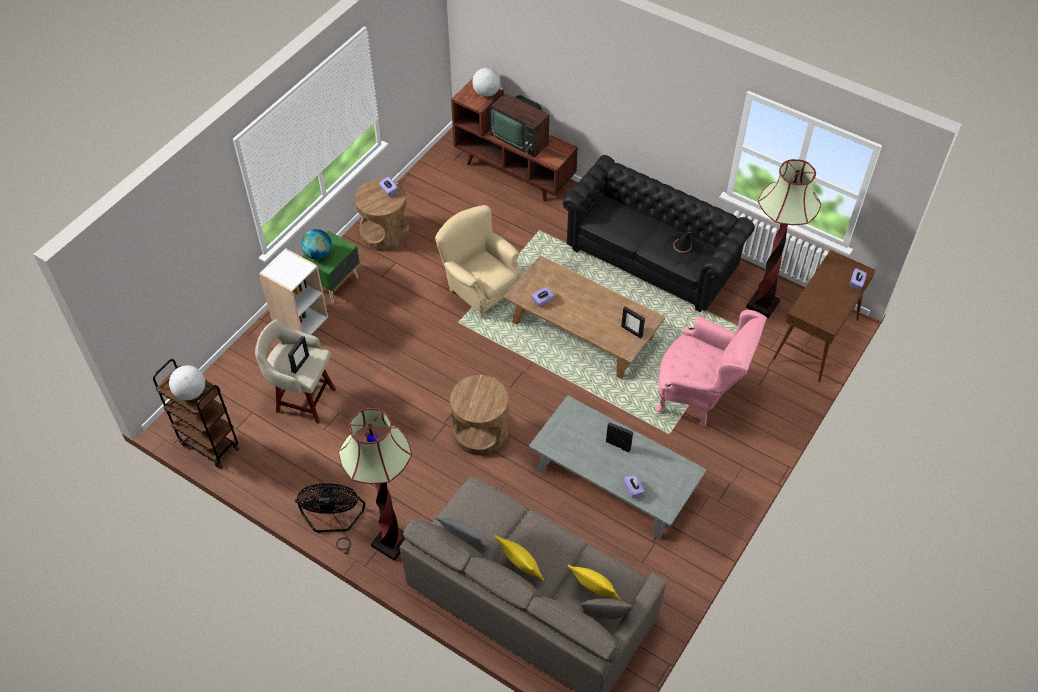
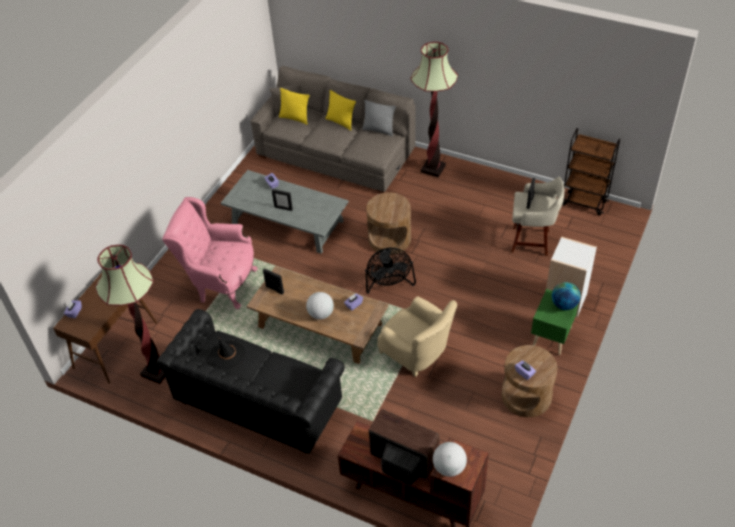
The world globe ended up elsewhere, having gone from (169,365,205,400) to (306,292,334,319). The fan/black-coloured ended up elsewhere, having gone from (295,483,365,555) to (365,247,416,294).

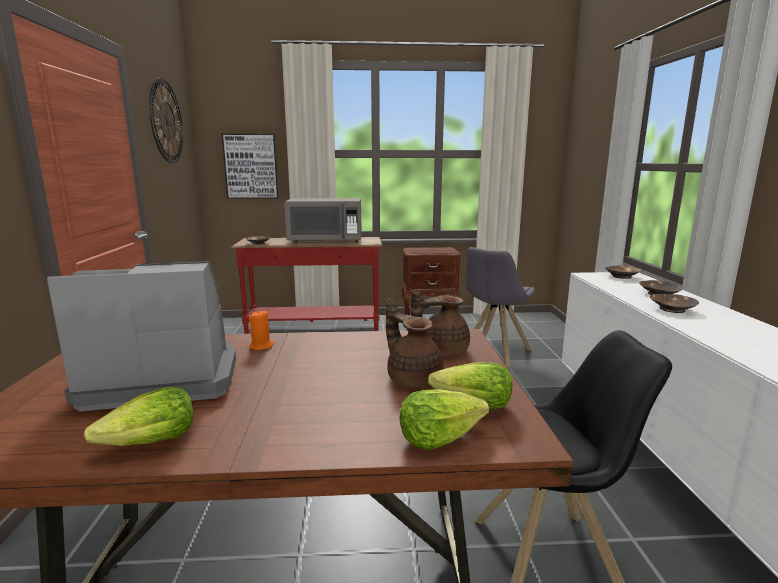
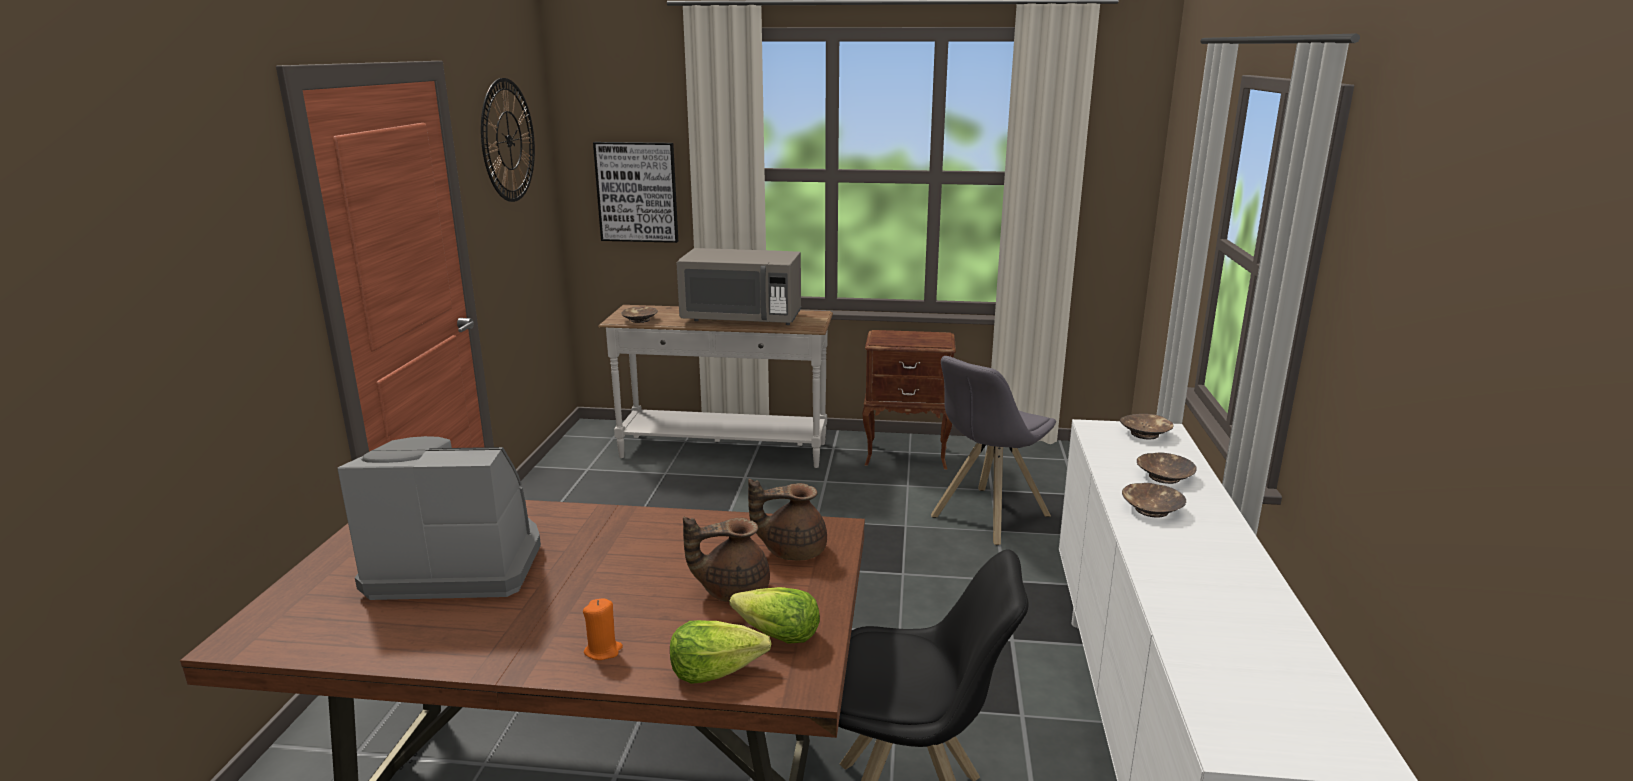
The wax light/orangey ended up elsewhere, having gone from (249,310,274,350) to (583,598,623,660). What was the console table/red at (231,237,382,334) turned into the console table/white at (598,305,833,468). The pot for tea/brown at (386,298,444,387) ended up facing another way, 75 degrees counterclockwise from before. The second view lost the head of lettuce at (84,387,193,446).

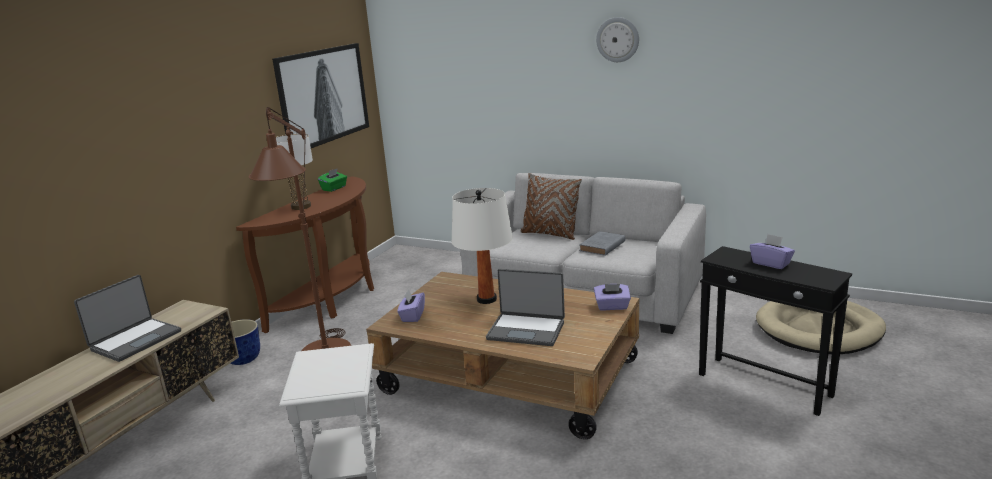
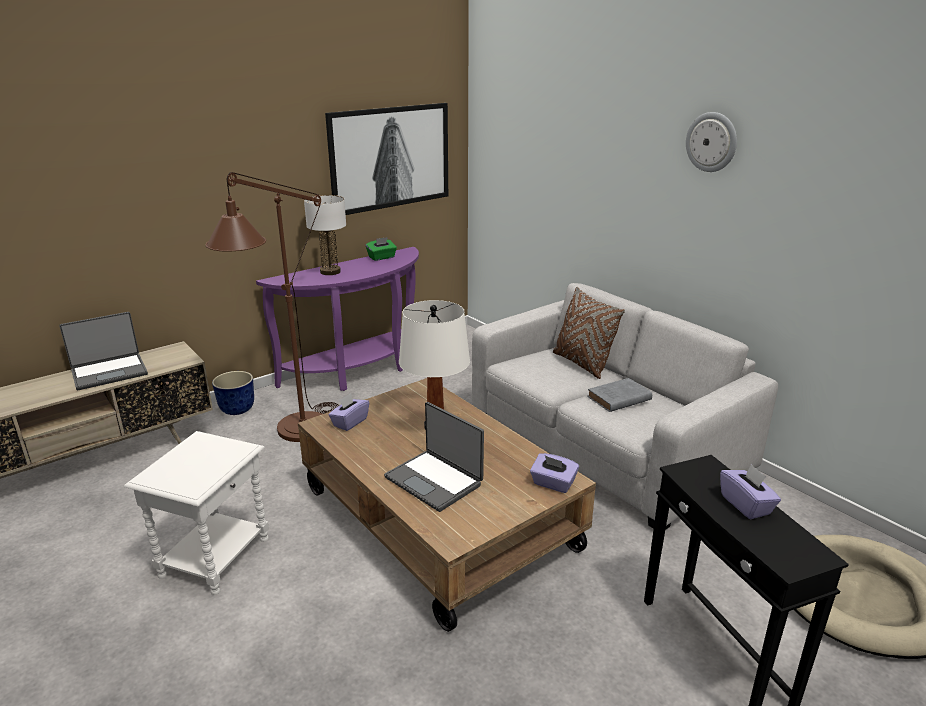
What was the console table/brown at (236,176,374,333) turned into the console table/purple at (256,247,419,391).

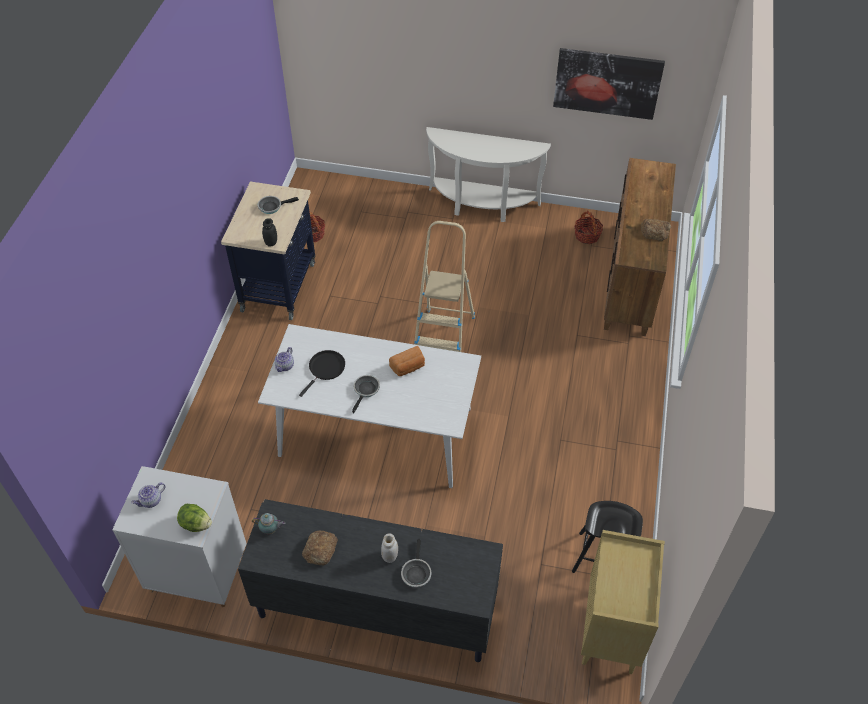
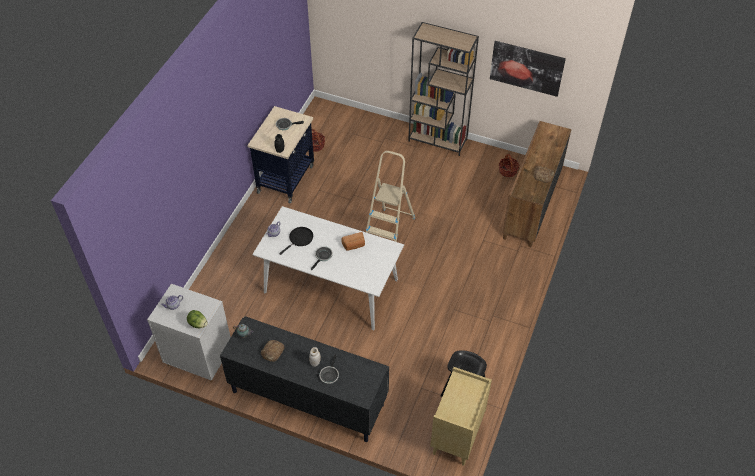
Where the console table/white stood at (426,127,551,222), the shelving unit came to stand at (408,22,479,156).

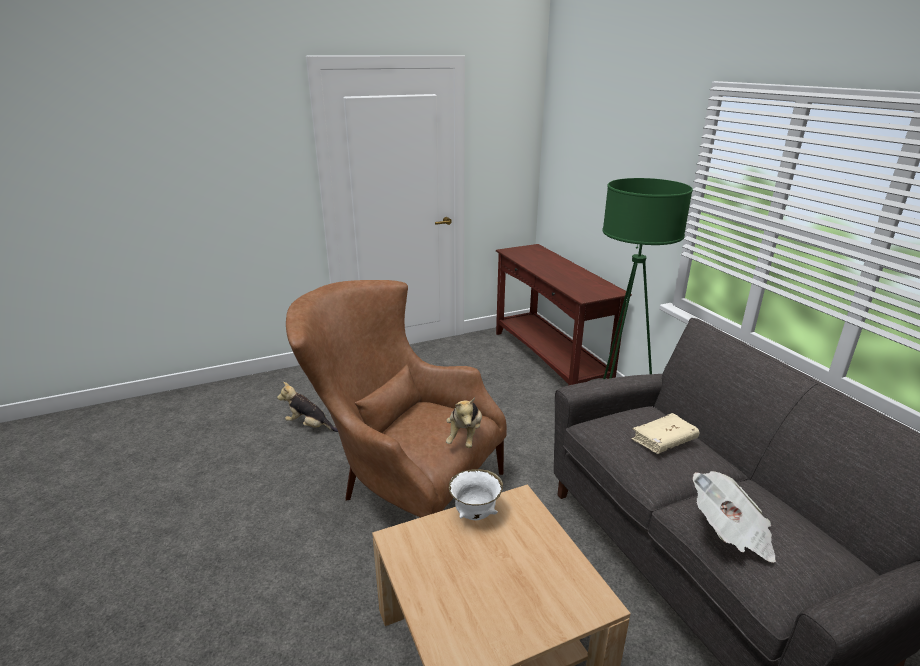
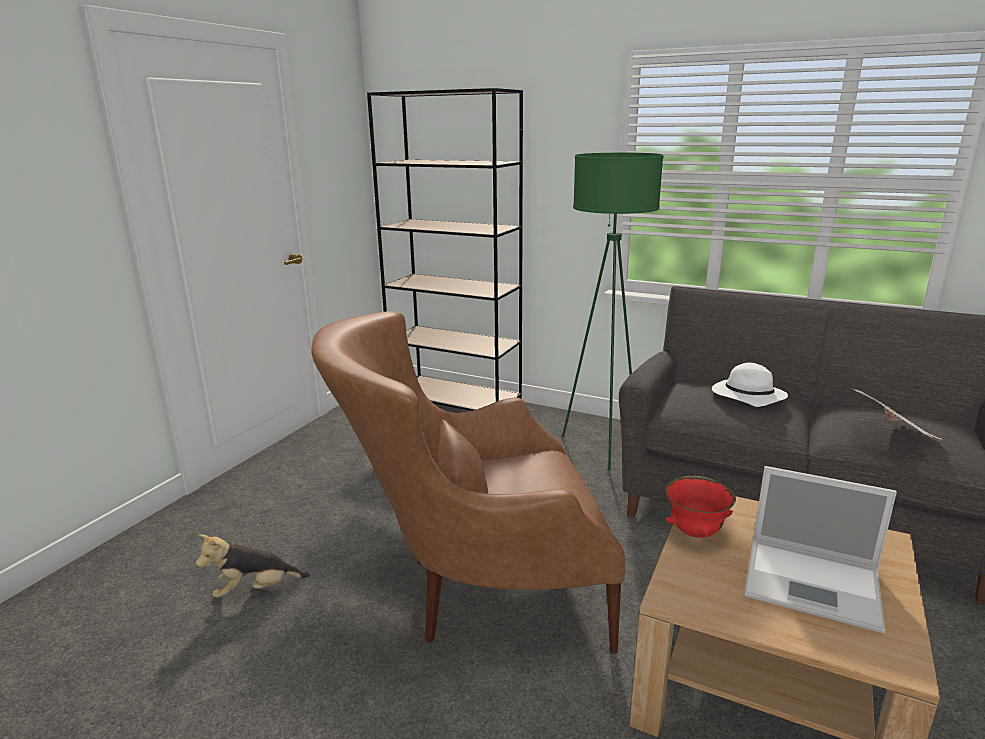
Where the console table/brown stood at (496,244,632,386), the shelving unit/sand-coloured came to stand at (367,88,523,411). What was the serving bowl/white at (449,469,503,520) turned into the serving bowl/red at (665,476,736,538). Where the volume/sand-coloured stood at (632,413,700,454), the wearable hat/white came to stand at (712,362,788,407). The second view gained the laptop at (744,466,897,633). The second view lost the soft toy at (446,397,482,448).

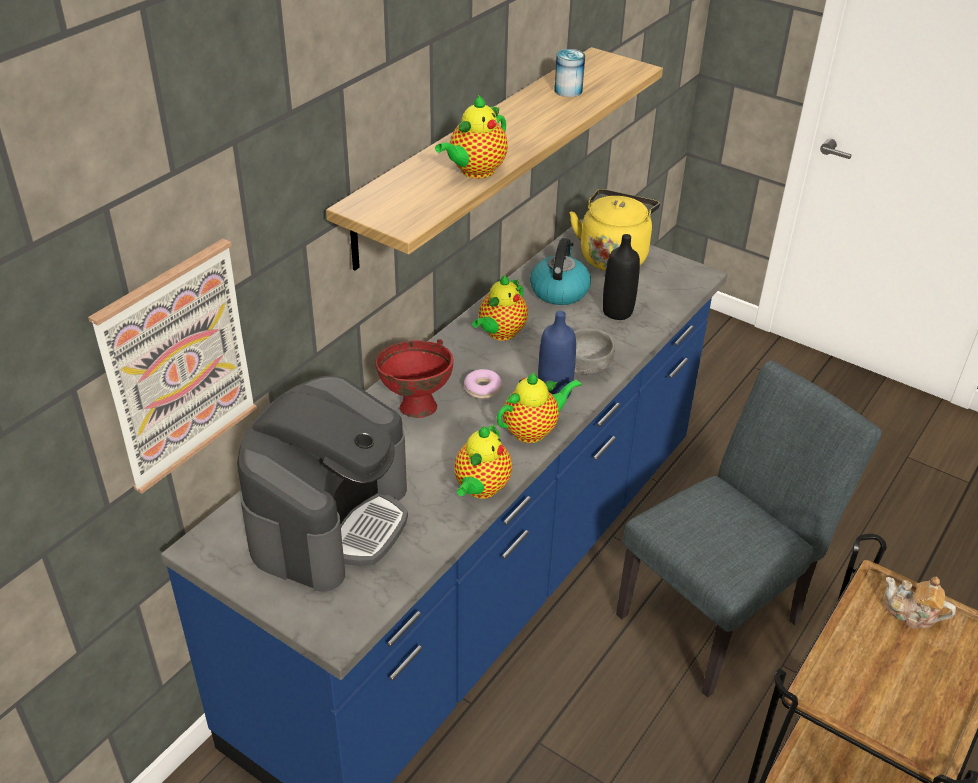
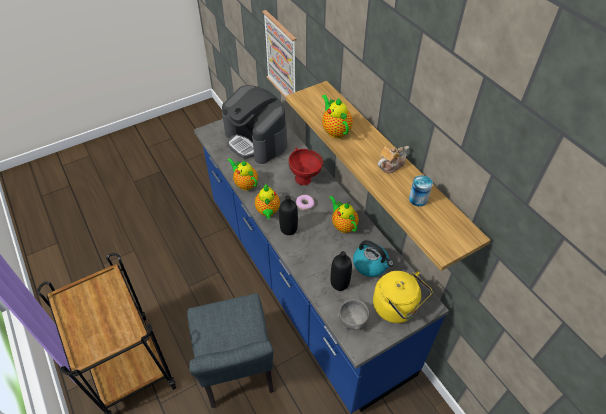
What was the bottle/blue at (538,311,576,399) turned into the bottle/black-coloured at (279,196,298,235). The serving bowl/grey ended up elsewhere, having gone from (574,328,615,375) to (337,299,369,330). The pot for tea ended up elsewhere, having gone from (885,577,956,629) to (378,146,409,173).

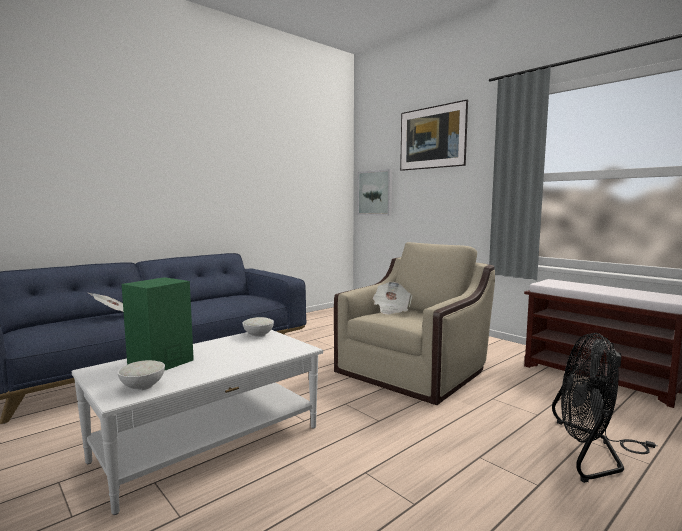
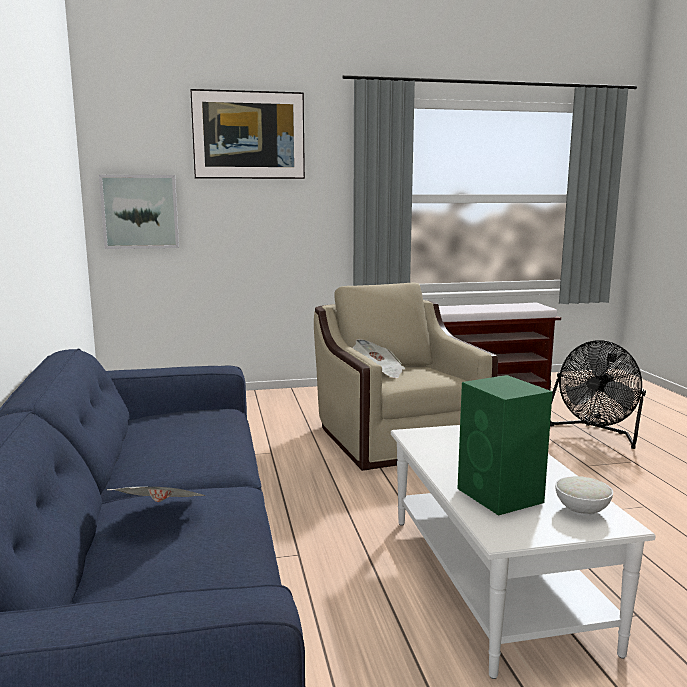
The second view lost the serving bowl/white at (243,317,274,337).

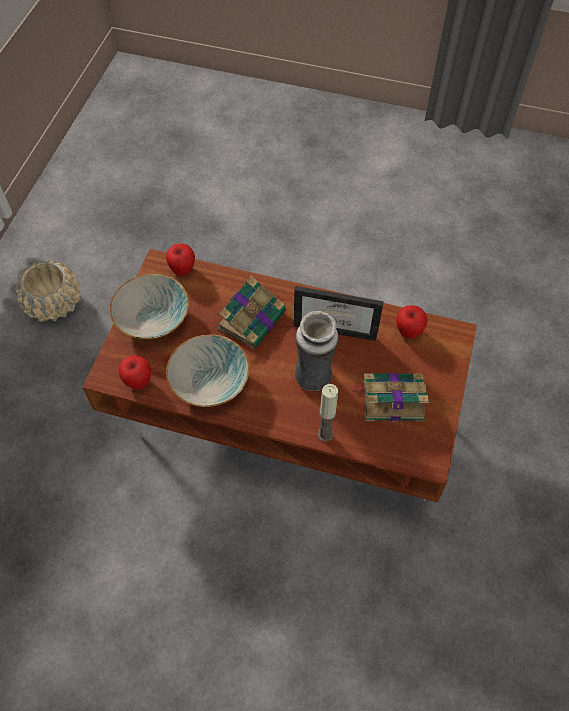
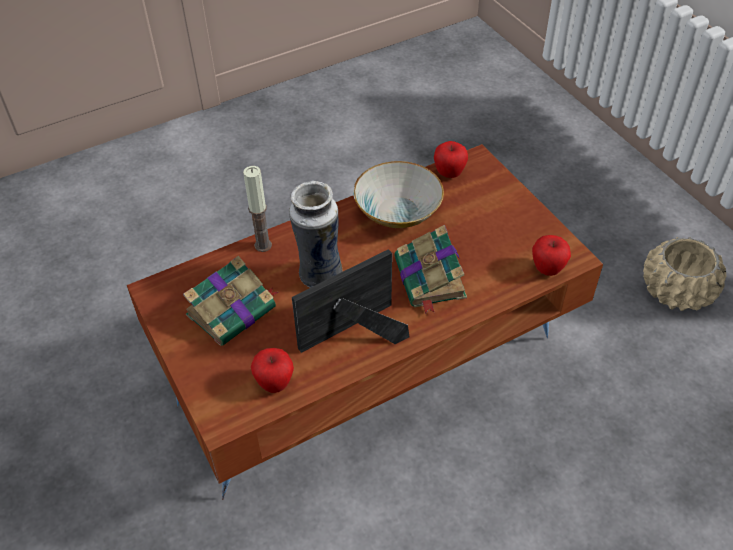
The second view lost the serving bowl at (109,274,189,340).

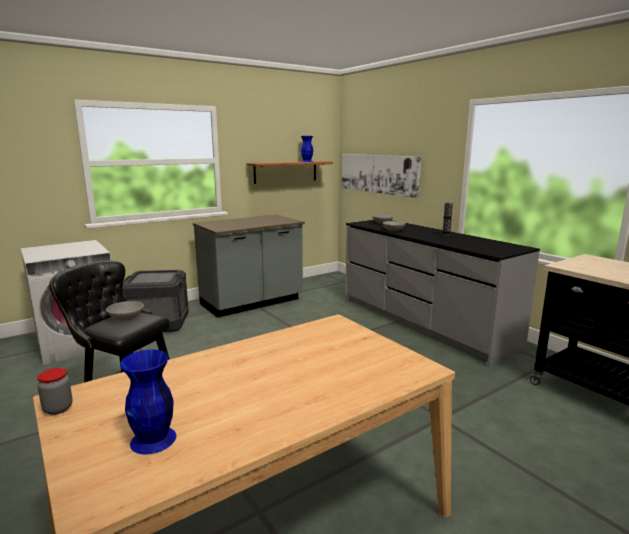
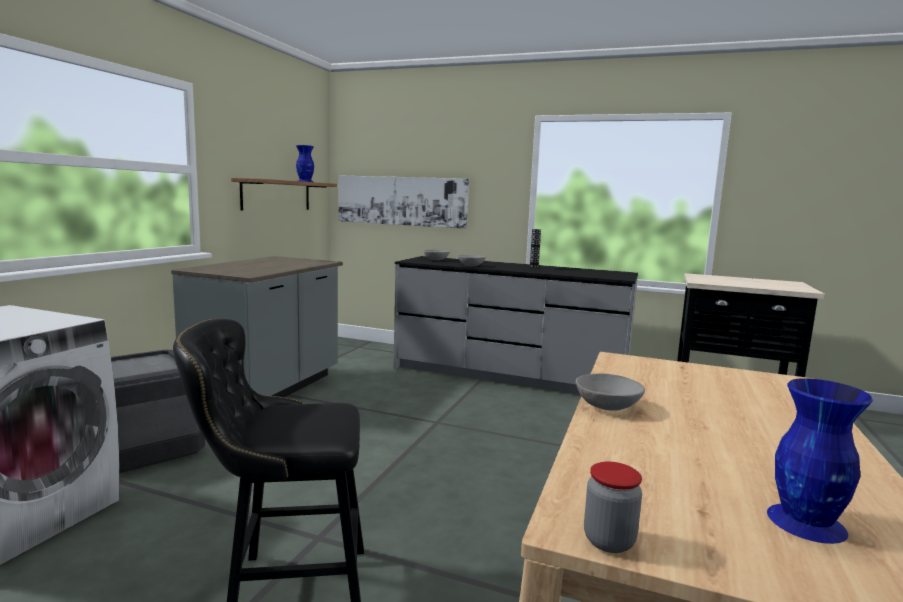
The serving bowl/grey ended up elsewhere, having gone from (106,301,144,321) to (576,373,645,411).

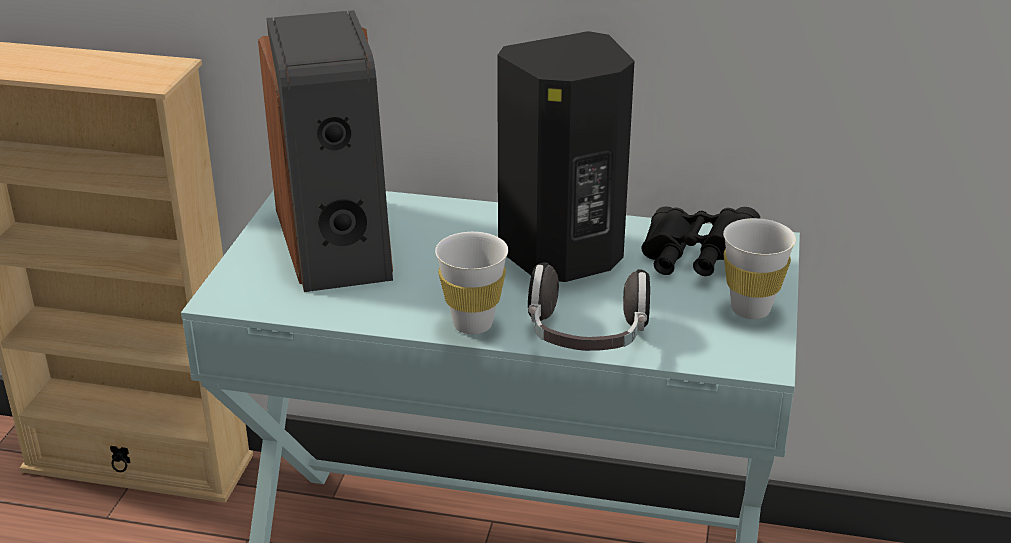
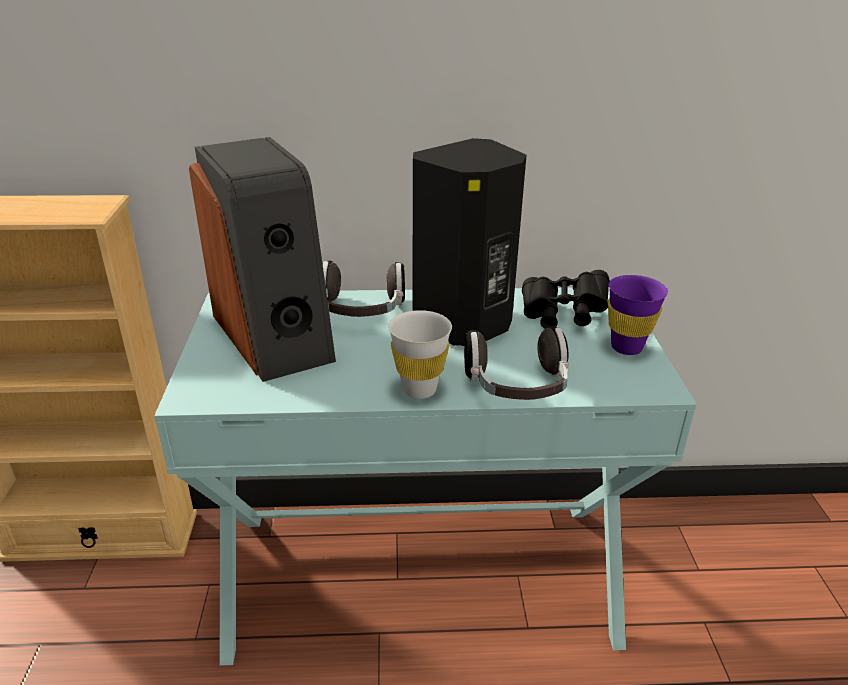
The second view gained the headphones at (323,261,405,317). What was the small cup/white at (723,218,796,319) turned into the small cup/purple at (608,275,668,355).

